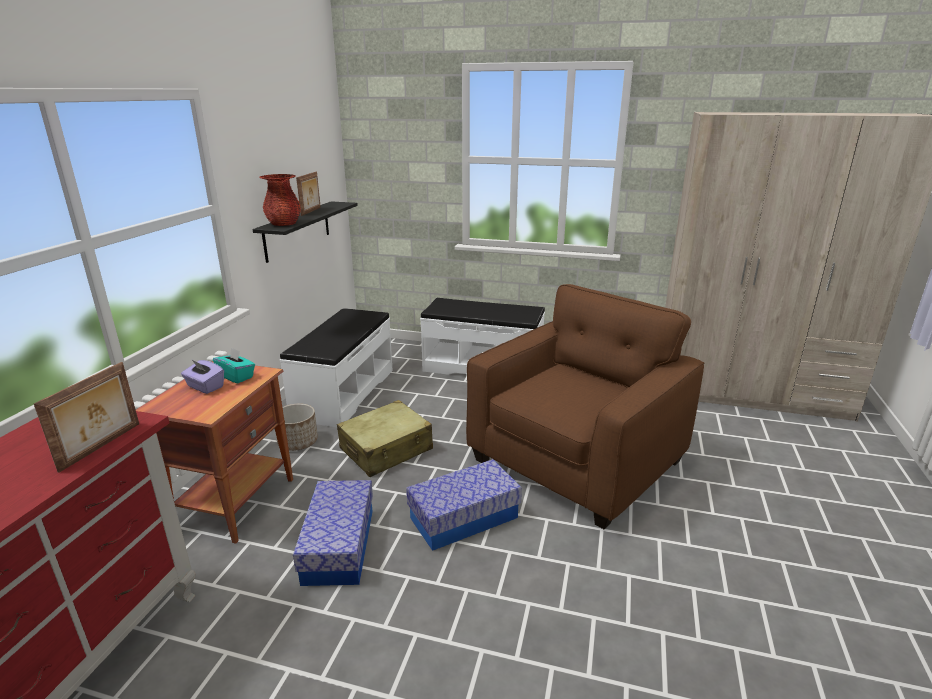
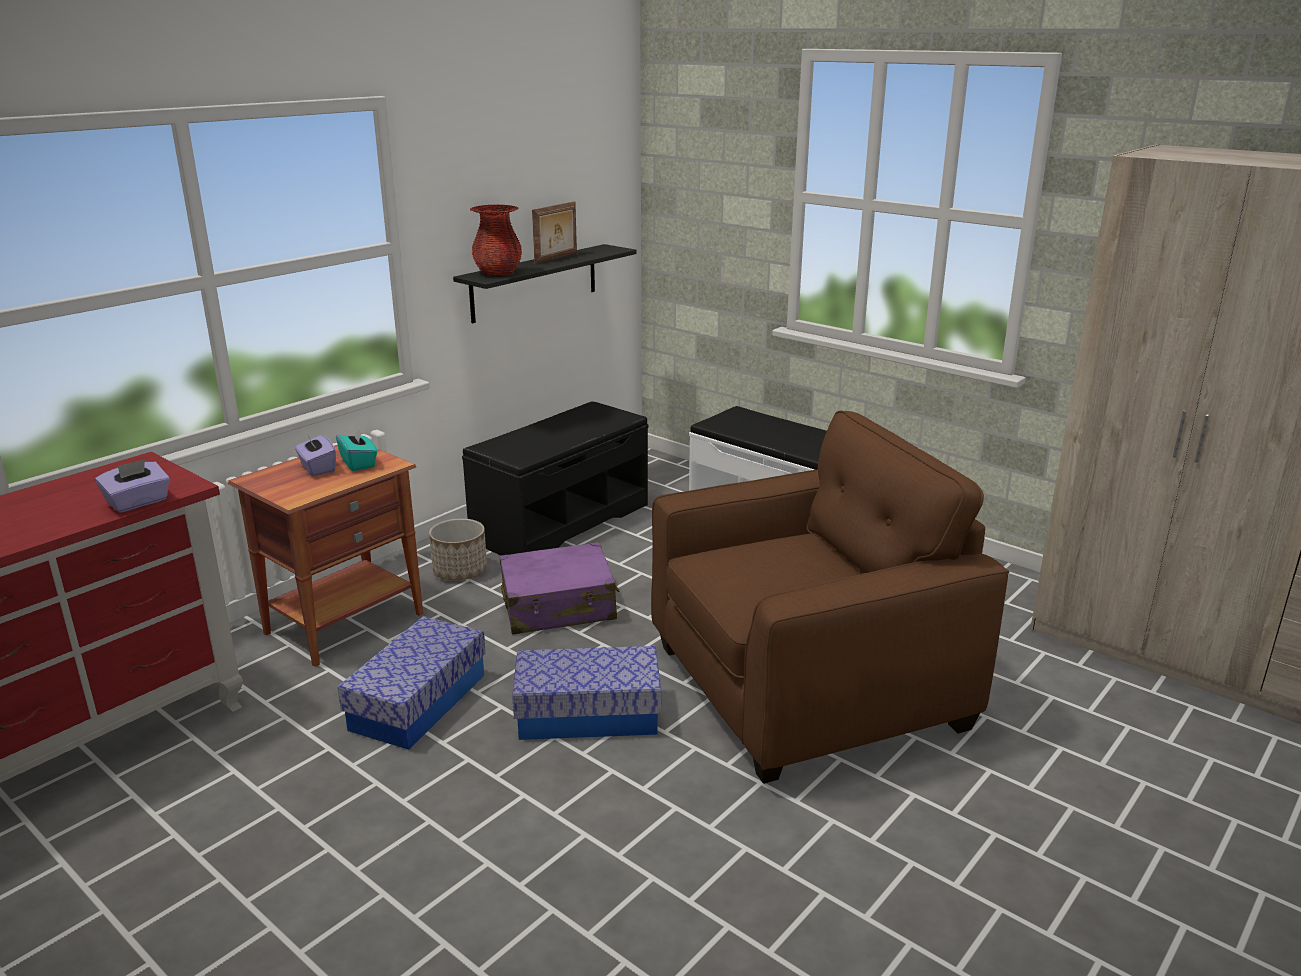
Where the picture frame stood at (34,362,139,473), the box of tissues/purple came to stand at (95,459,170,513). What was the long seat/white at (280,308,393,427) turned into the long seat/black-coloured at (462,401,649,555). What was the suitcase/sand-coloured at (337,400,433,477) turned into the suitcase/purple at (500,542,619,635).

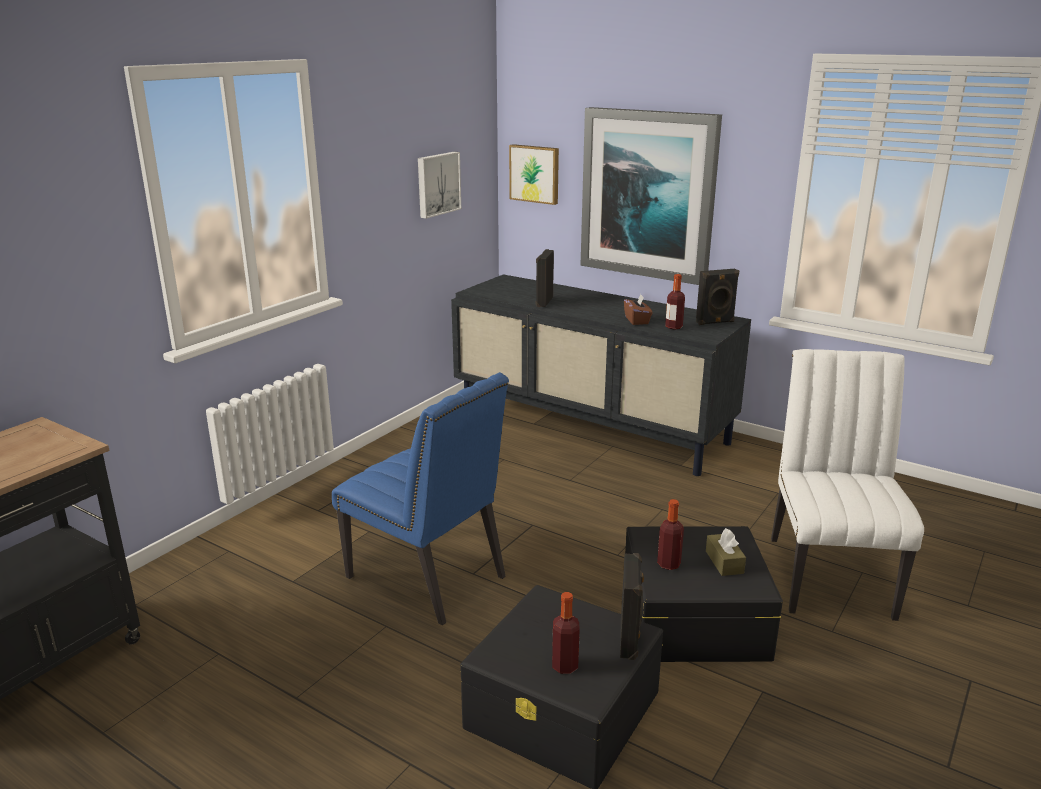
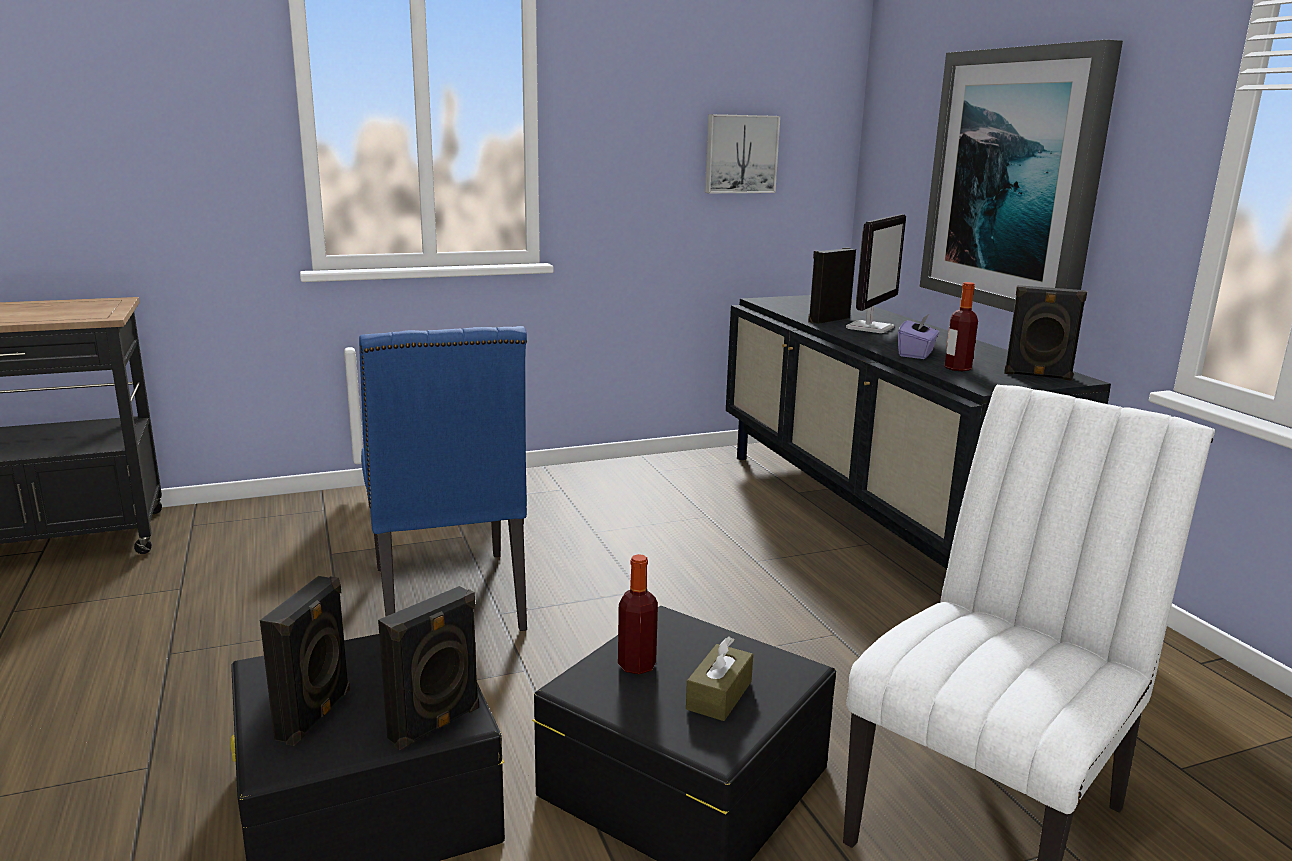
Where the bottle stood at (552,592,580,674), the loudspeaker/black-coloured came to stand at (260,576,350,746). The second view gained the computer screen at (846,214,906,333). What was the box of tissues/brown at (624,294,653,325) turned into the box of tissues/purple at (898,313,939,359). The second view lost the wall art at (509,144,559,205).

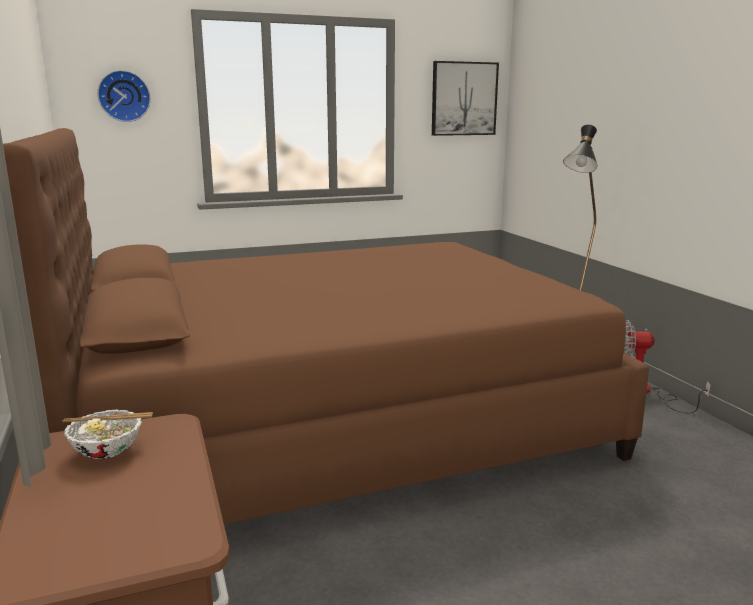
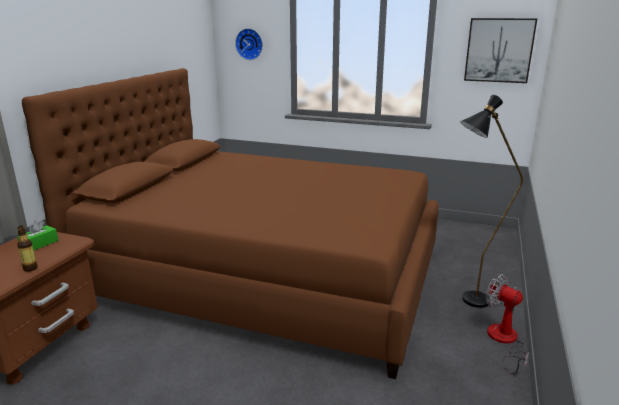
Where the serving bowl stood at (62,410,153,459), the box of tissues/greenish came to stand at (17,221,58,251). The second view gained the bottle at (17,226,38,272).

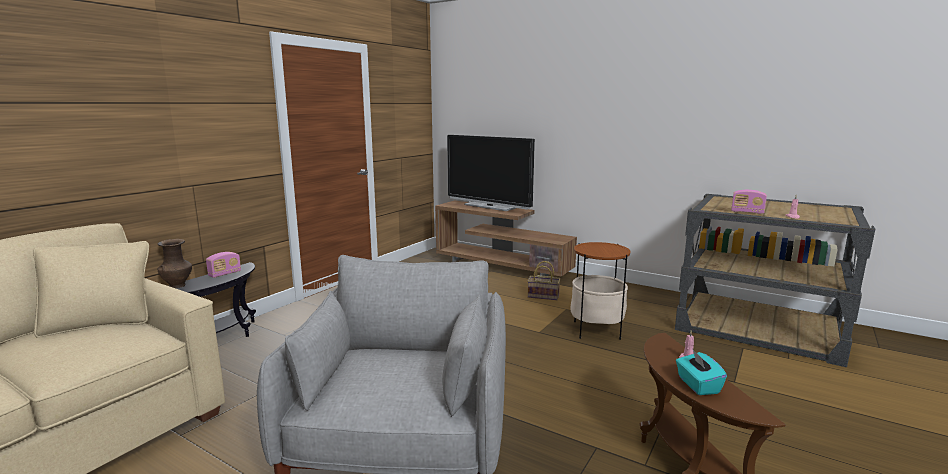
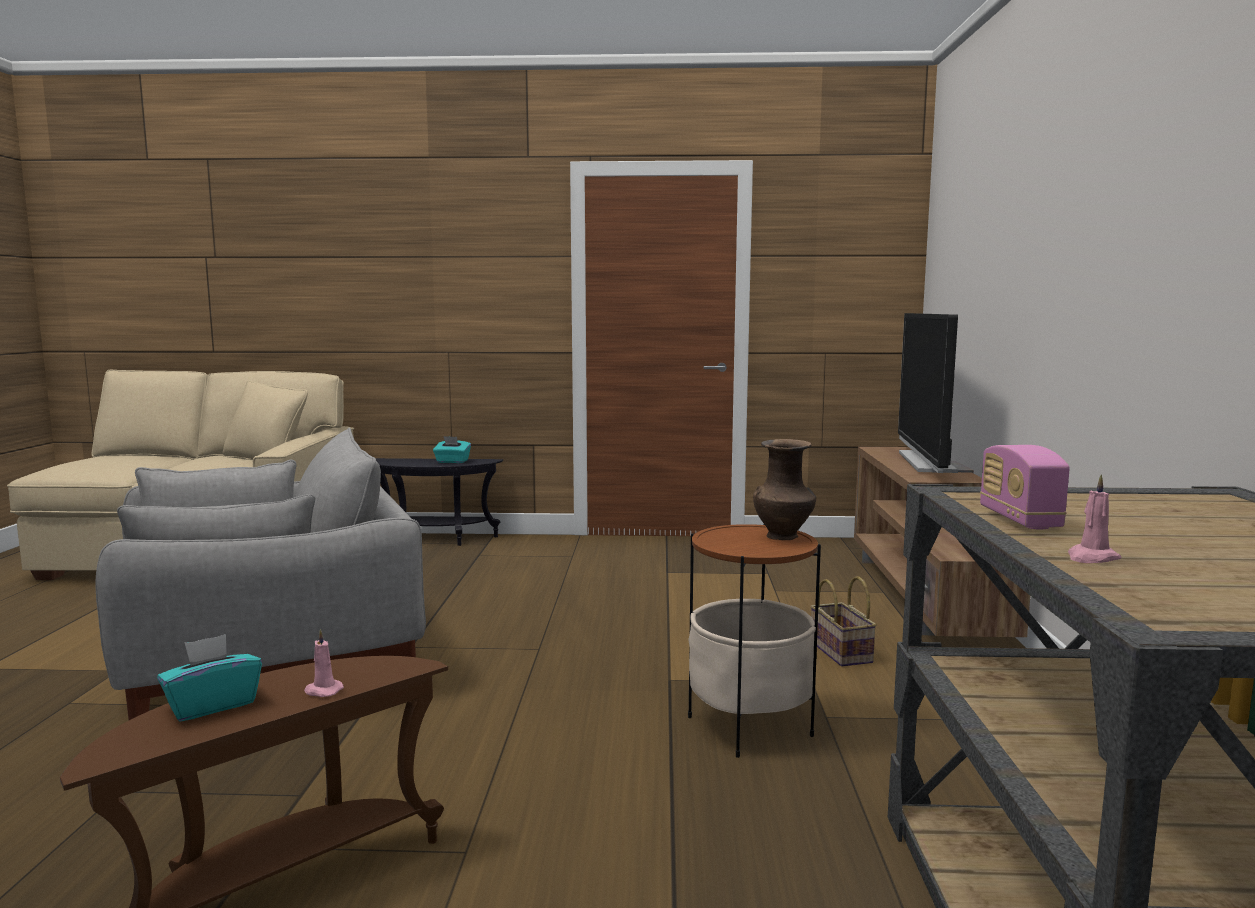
Where the radio stood at (206,252,241,278), the box of tissues/turquoise-coloured came to stand at (433,436,471,463). The decorative vase/brown ended up elsewhere, having gone from (158,239,192,288) to (753,439,816,540).

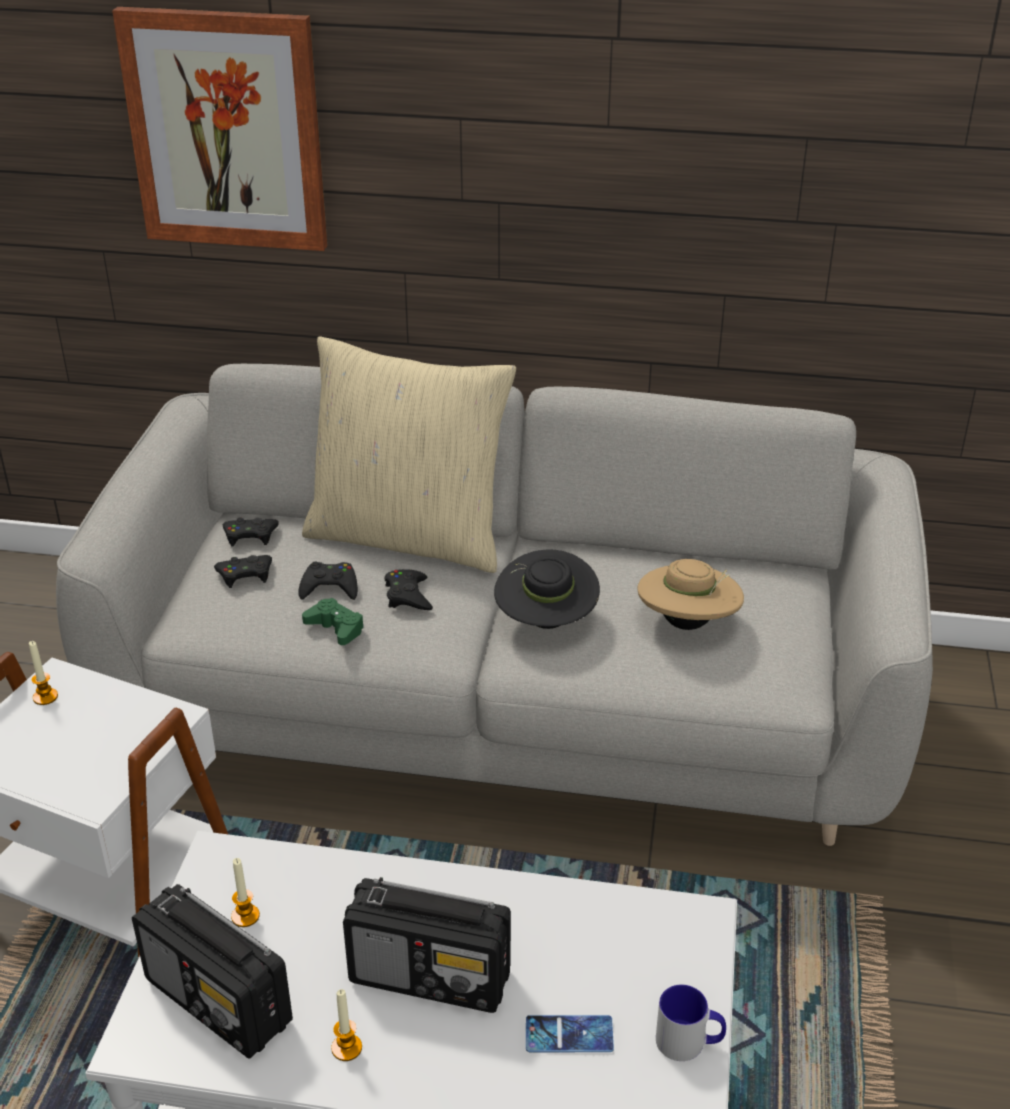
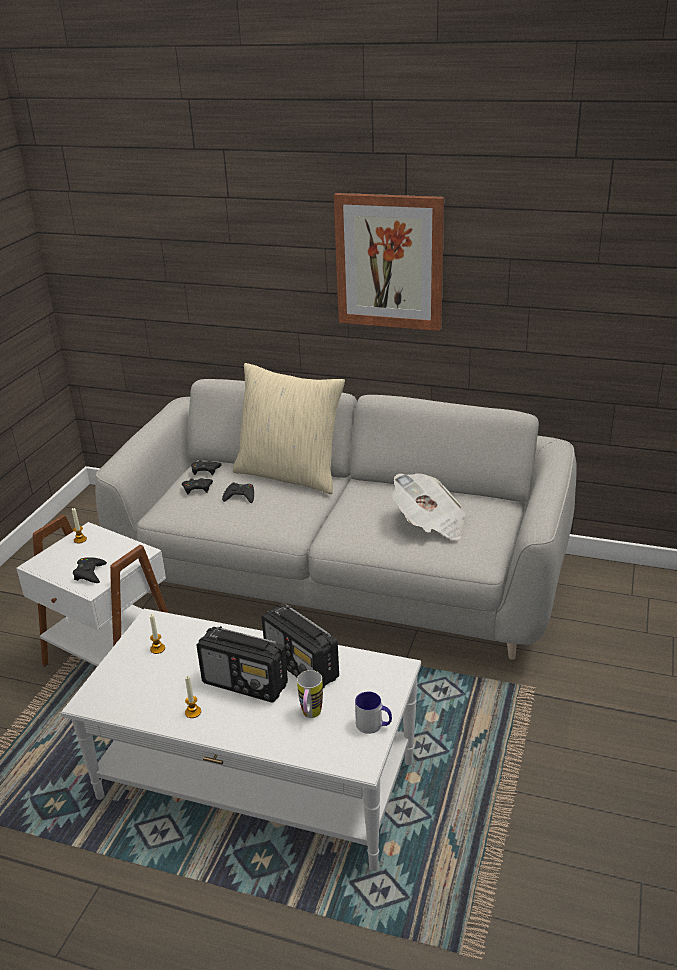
The joypad/black-coloured ended up elsewhere, having gone from (385,569,433,610) to (73,557,107,583). The radio ended up elsewhere, having gone from (132,884,293,1059) to (261,604,339,688). Where the handset stood at (526,1015,614,1052), the tea mug came to stand at (297,670,323,718). The wall art ended up elsewhere, having gone from (112,7,327,251) to (334,193,444,331). Where the wearable hat/sand-coloured stood at (637,559,744,630), the printed paper came to stand at (392,473,467,541). The second view lost the joypad/greenish at (302,598,364,645). The second view lost the wearable hat/black-coloured at (494,550,600,629).

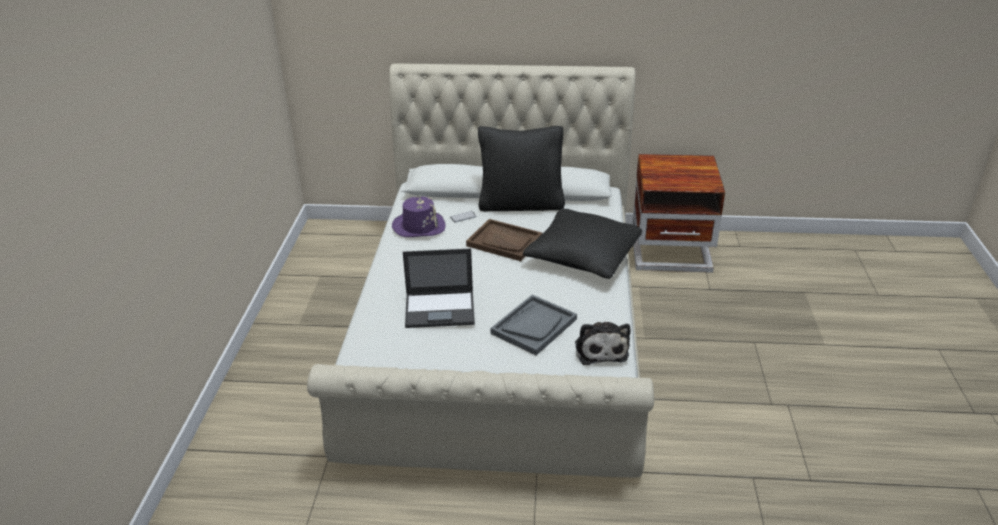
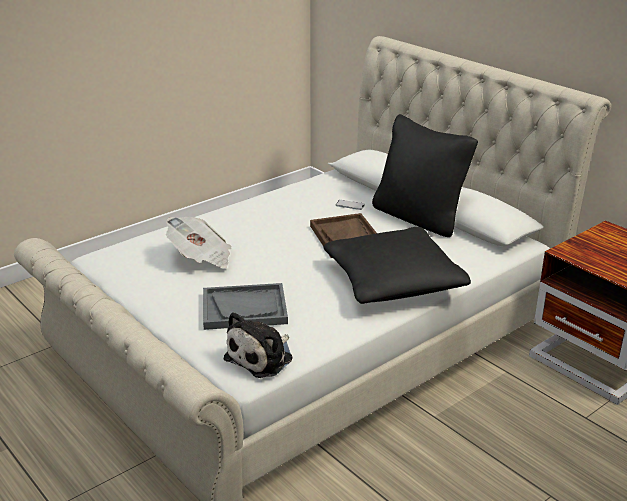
Where the laptop stood at (403,248,475,328), the printed paper came to stand at (166,216,231,268). The second view lost the wearable hat/purple at (392,195,446,237).

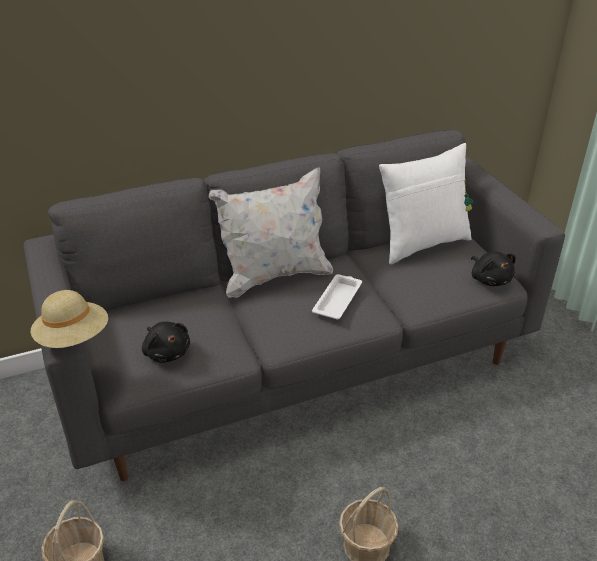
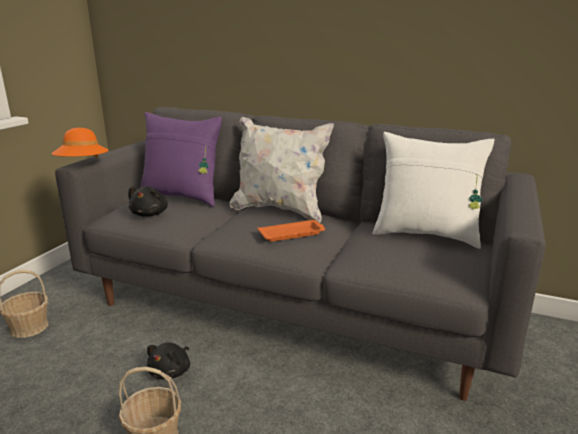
What was the wearable hat/sand-coloured at (31,290,108,348) turned into the wearable hat/orangey at (51,128,109,158). The second view gained the throw pillow/purple at (140,112,222,207). The soft toy/black-coloured ended up elsewhere, having gone from (471,251,516,286) to (147,343,190,380). What was the carrying tray/white at (312,274,362,320) turned into the carrying tray/orangey at (257,220,325,242).

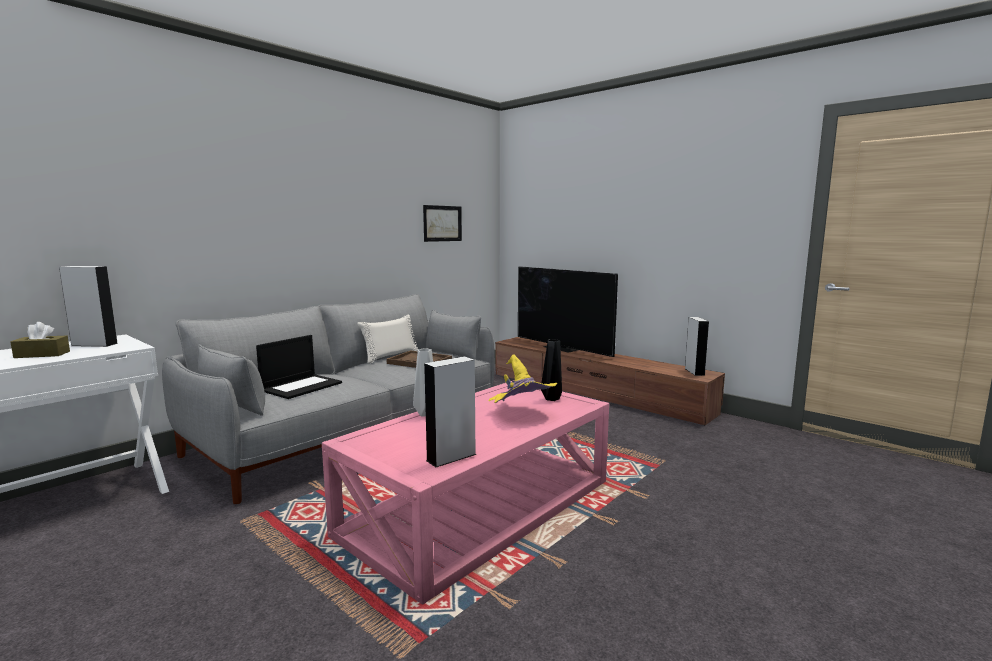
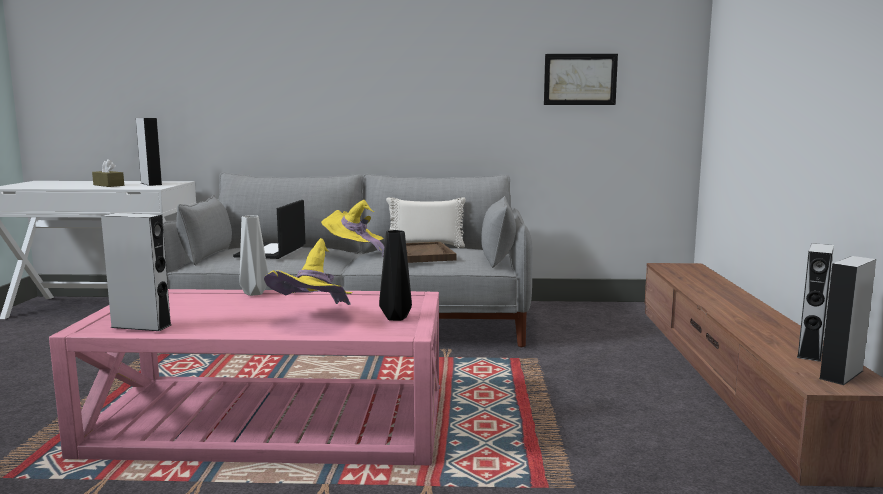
The laptop at (256,335,342,399) ended up facing another way, 105 degrees clockwise from before. The second view gained the wearable hat/yellowish at (321,200,385,257). The second view gained the loudspeaker/grey at (797,243,834,362). The second view lost the television at (518,266,618,357).

